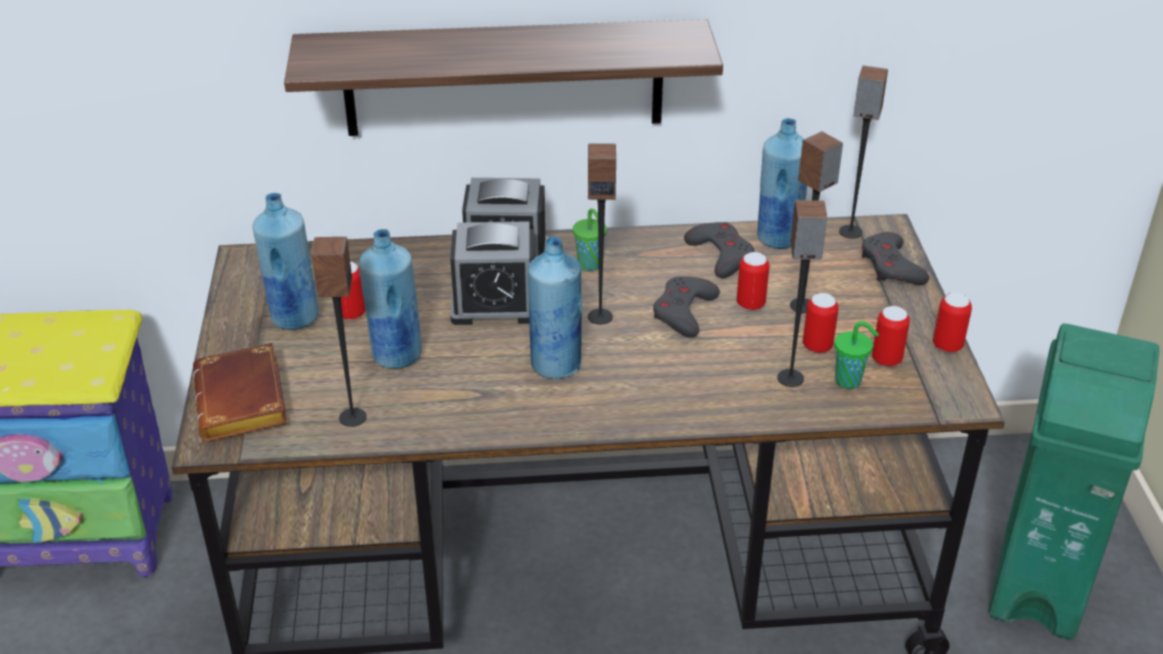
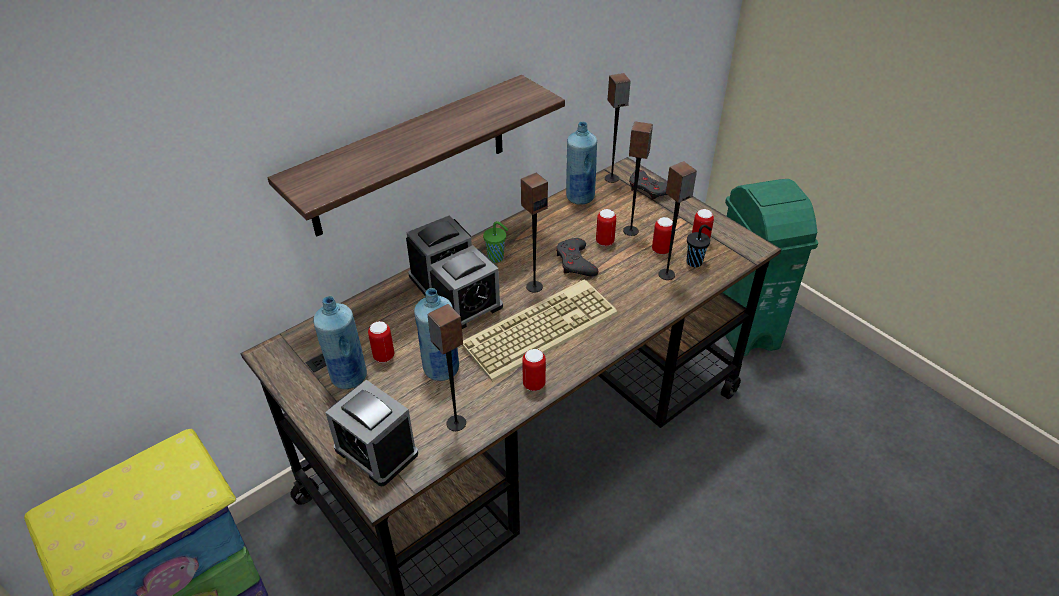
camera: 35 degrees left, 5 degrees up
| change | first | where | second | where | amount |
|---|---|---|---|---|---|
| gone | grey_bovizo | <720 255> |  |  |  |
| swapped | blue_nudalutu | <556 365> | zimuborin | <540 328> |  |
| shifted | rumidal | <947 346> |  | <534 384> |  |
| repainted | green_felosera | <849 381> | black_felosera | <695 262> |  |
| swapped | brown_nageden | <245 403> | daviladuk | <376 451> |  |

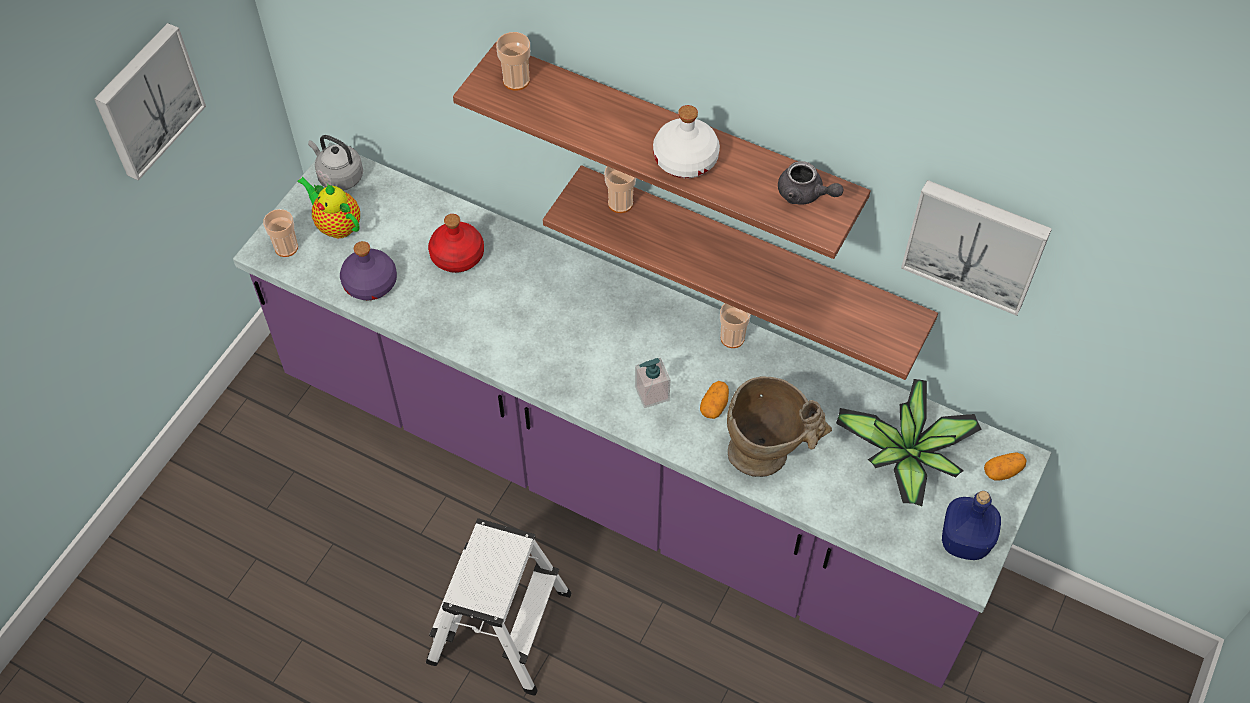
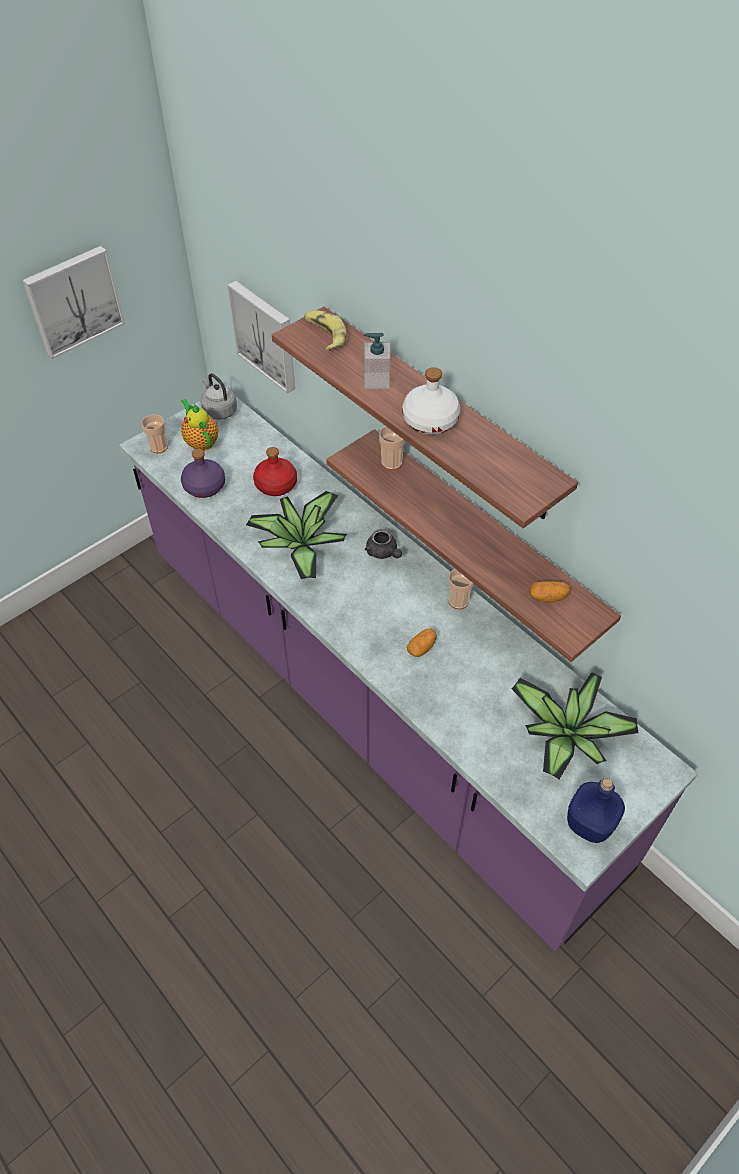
camera: 20 degrees right, 5 degrees down
| change | first | where | second | where | amount |
|---|---|---|---|---|---|
| swapped | felosera | <516 80> | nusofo | <325 335> |  |
| shifted | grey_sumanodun | <805 194> |  | <383 553> |  |
| shifted | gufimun | <976 243> |  | <266 335> |  |
| shifted | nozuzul | <652 393> |  | <376 380> |  |
| gone | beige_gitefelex | <769 452> |  |  |  |
| shifted | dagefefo | <1002 471> |  | <548 597> |  |
| gone | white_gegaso | <499 626> |  |  |  |
| new |  |  | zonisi | <300 545> |  |

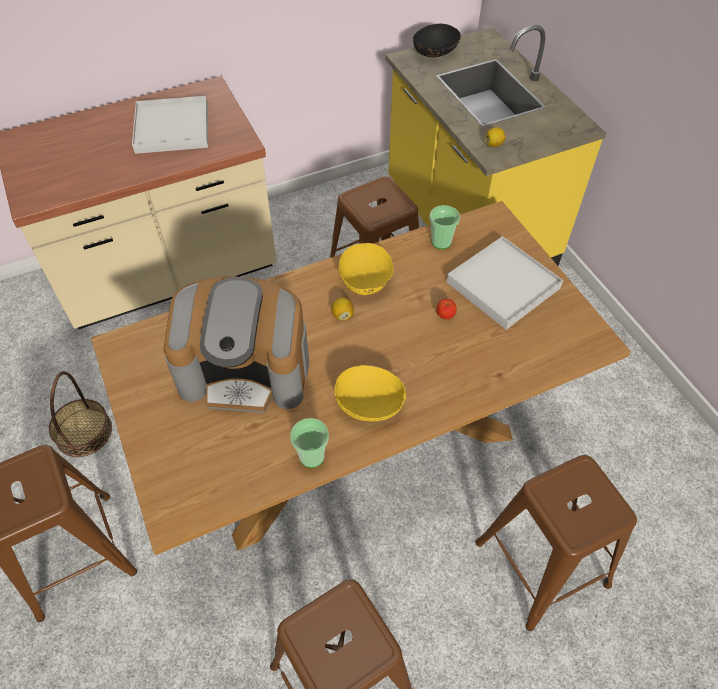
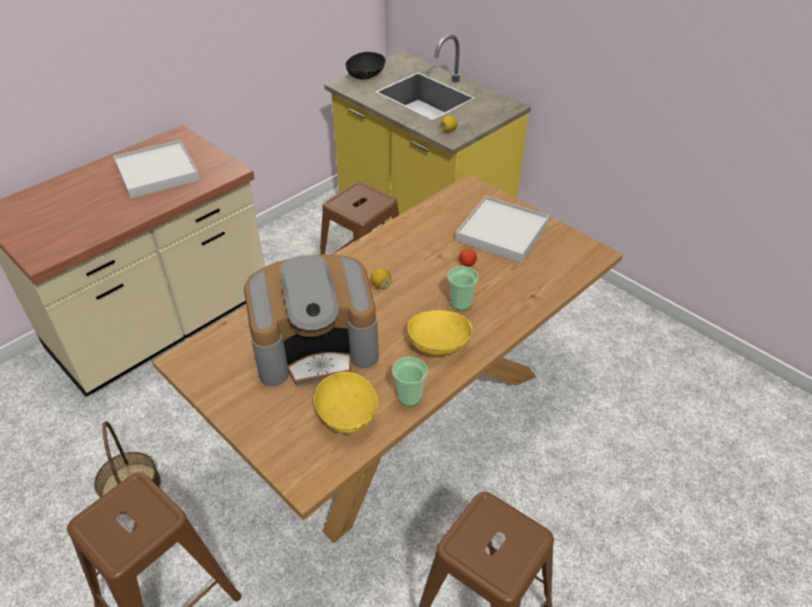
camera: 20 degrees left, 10 degrees down
| change | first | where | second | where | amount |
|---|---|---|---|---|---|
| shifted | felosera | <441 242> |  | <460 303> |  |
| shifted | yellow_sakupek | <366 282> |  | <348 416> |  |
| gone | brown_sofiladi | <542 564> |  |  |  |

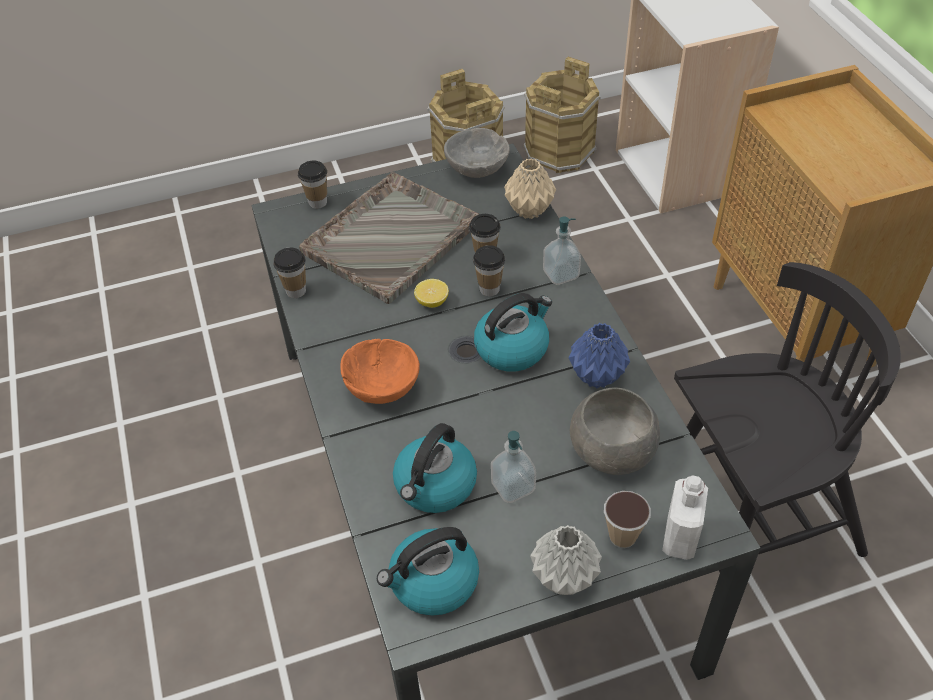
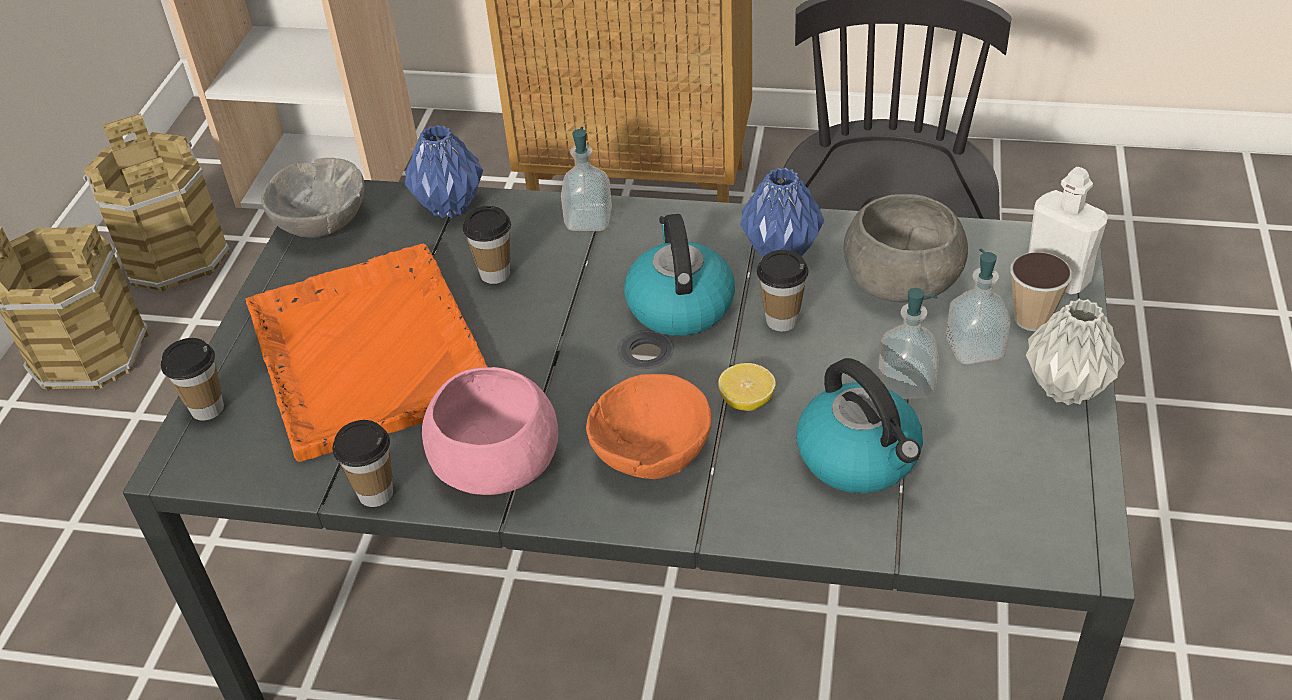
camera: 60 degrees left, 5 degrees down
| change | first | where | second | where | amount |
|---|---|---|---|---|---|
| repainted | beige_gitefelex | <528 210> | blue_gitefelex | <448 206> |  |
| repainted | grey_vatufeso | <392 237> | orange_vatufeso | <368 350> |  |
| shifted | felosera | <489 289> |  | <781 320> |  |
| shifted | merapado | <432 302> |  | <746 401> |  |
| gone | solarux | <433 582> |  |  |  |
| new |  |  | nozuzul | <974 349> |  |
| new |  |  | pink_sakupek | <495 464> |  |

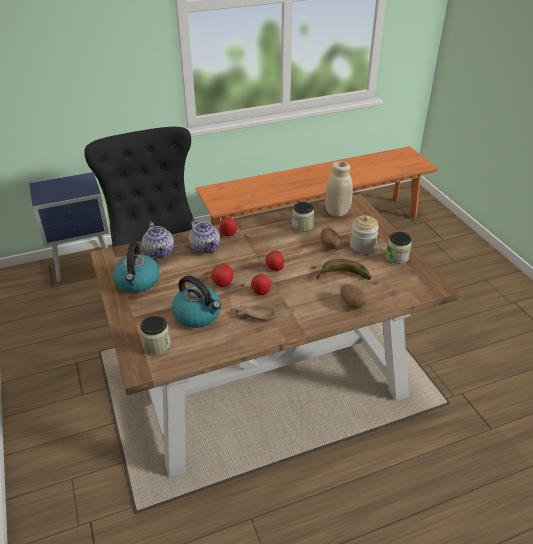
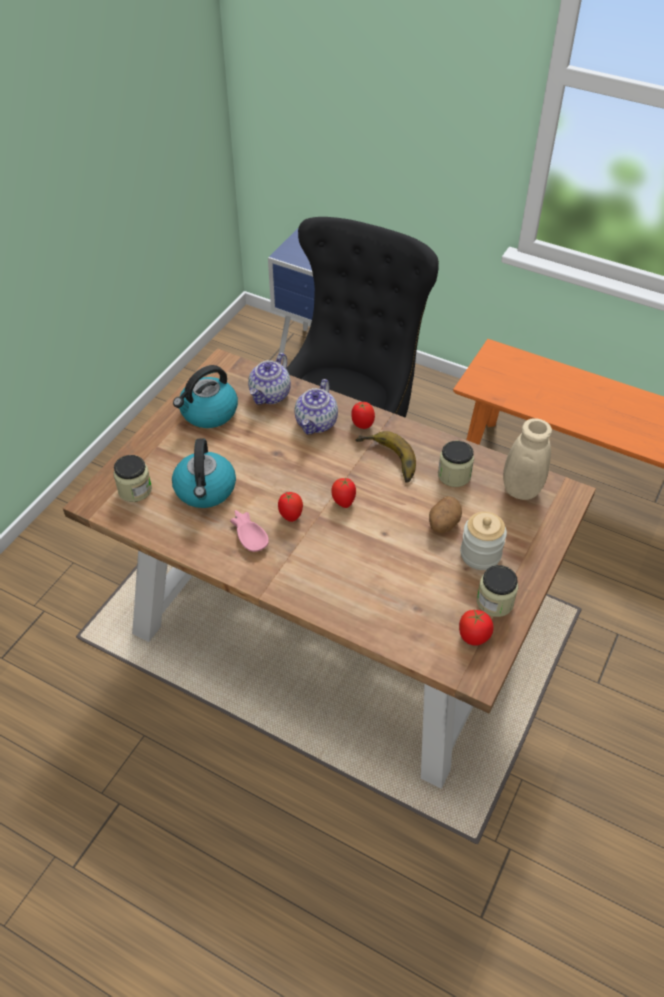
camera: 50 degrees right, 10 degrees up
| change | first | where | second | where | amount |
|---|---|---|---|---|---|
| shifted | nusofo | <343 278> |  | <386 461> |  |
| shifted | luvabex | <223 283> |  | <474 636> |  |
| gone | dagefefo | <352 303> |  |  |  |
| repainted | brown_sakupek | <254 314> | pink_sakupek | <249 534> |  |

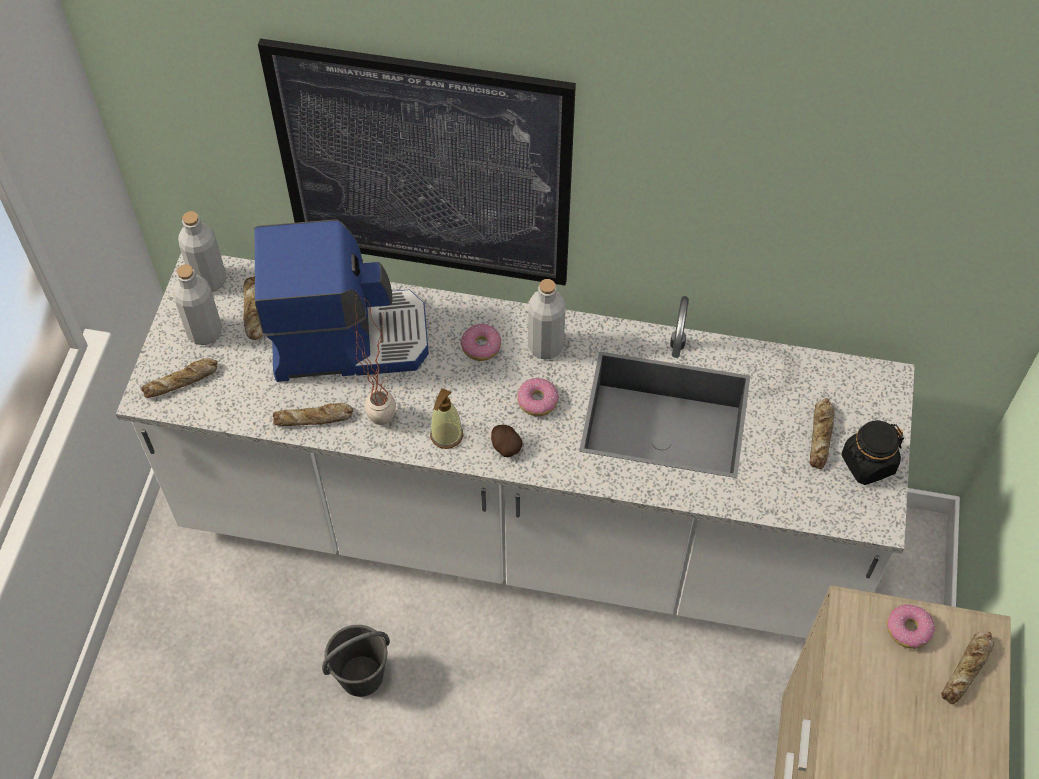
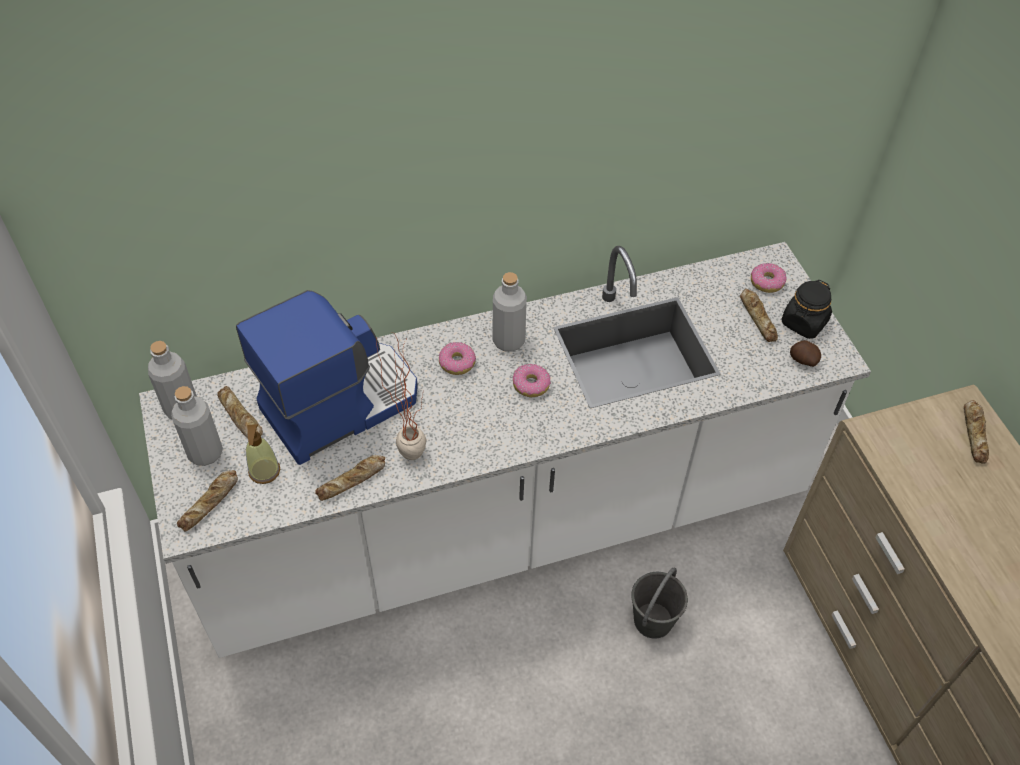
camera: 30 degrees left, 5 degrees down
| change | first | where | second | where | amount |
|---|---|---|---|---|---|
| gone | gufimun | <425 168> |  |  |  |
| shifted | nozuzul | <446 435> |  | <264 471> |  |
| shifted | dagefefo | <505 446> |  | <803 360> |  |
| shifted | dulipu | <908 629> |  | <767 282> |  |
| shifted | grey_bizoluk | <362 675> |  | <653 620> |  |

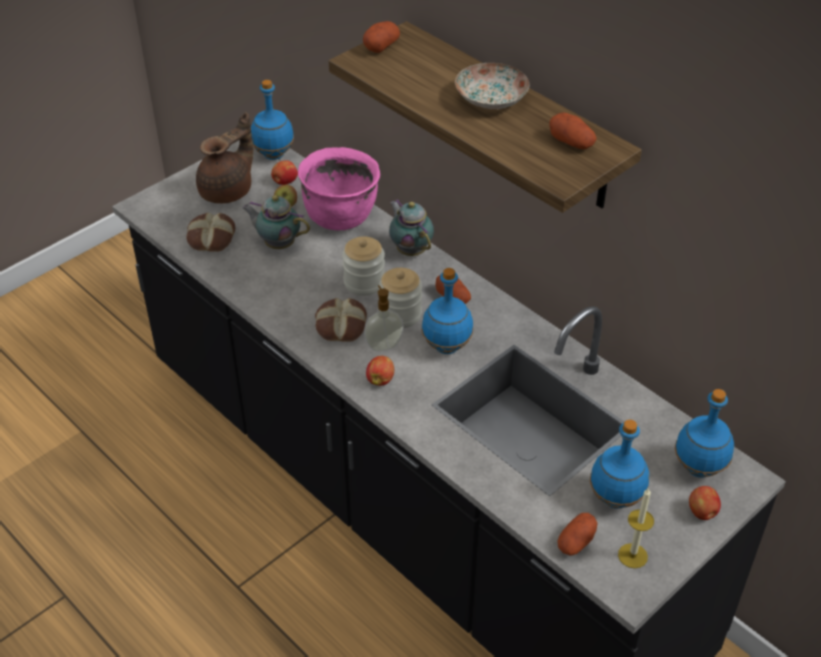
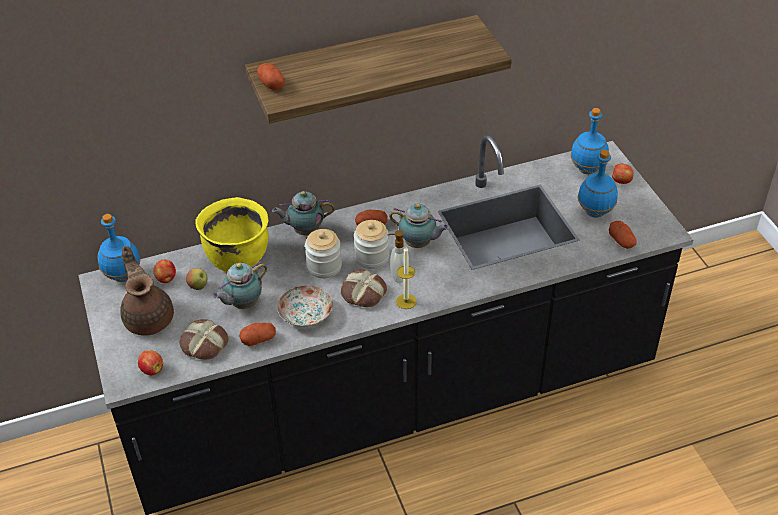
camera: 65 degrees left, 0 degrees up
| change | first | where | second | where | amount |
|---|---|---|---|---|---|
| shifted | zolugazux | <492 98> |  | <306 314> |  |
| shifted | dagefefo | <571 142> |  | <258 339> |  |
| repainted | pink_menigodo | <341 217> | yellow_menigodo | <237 257> |  |
| swapped | blue_nudalutu | <446 346> | sumanodun | <419 244> |  |
| shifted | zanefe | <380 379> |  | <151 369> |  |
| shifted | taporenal | <632 555> |  | <406 301> |  |

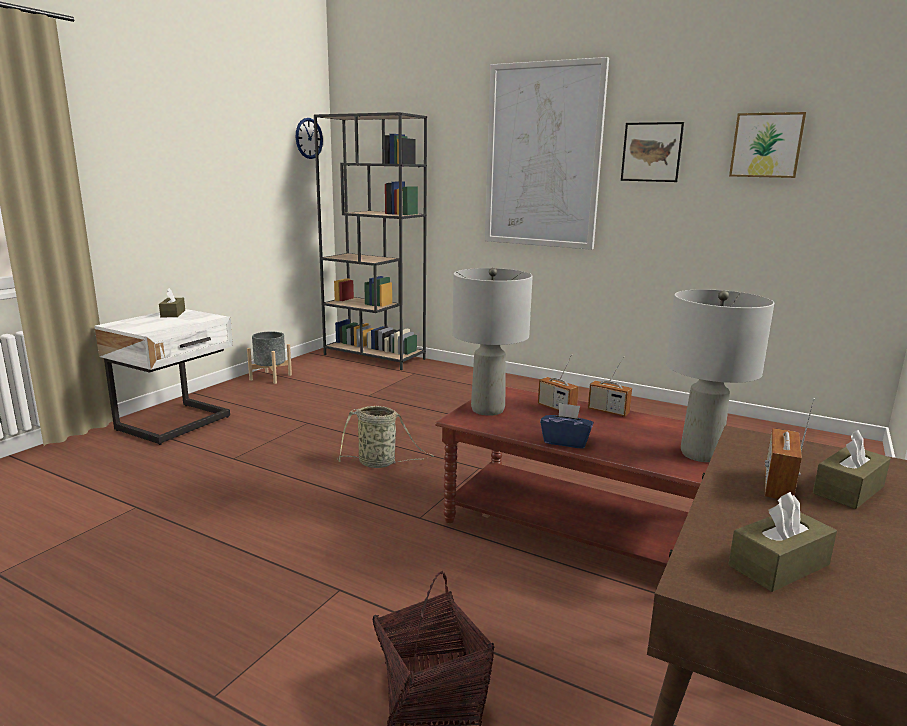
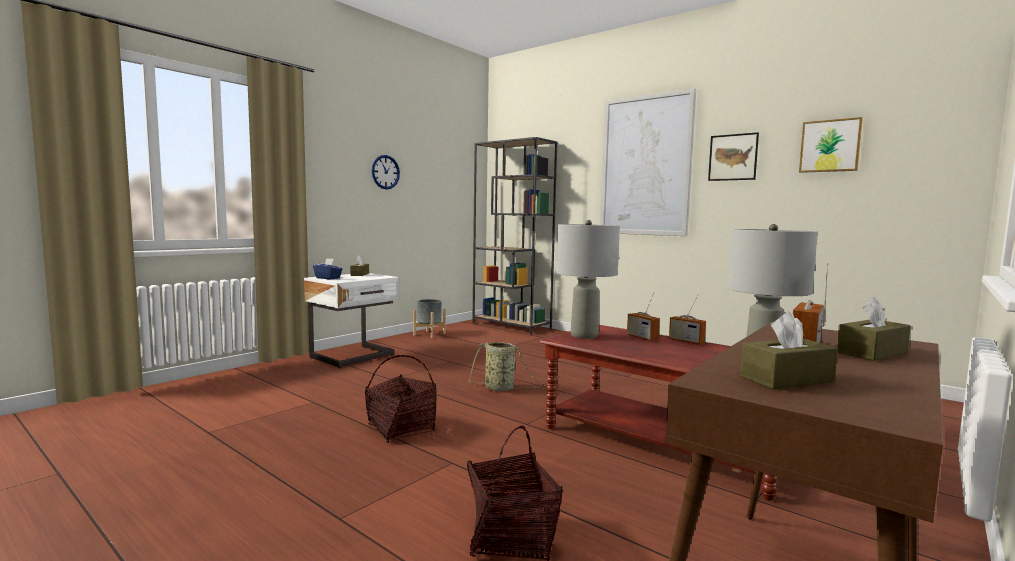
camera: 10 degrees right, 10 degrees down
| change | first | where | second | where | amount |
|---|---|---|---|---|---|
| shifted | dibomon | <308 138> |  | <385 172> |  |
| shifted | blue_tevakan | <565 441> |  | <328 278> |  |
| new |  |  | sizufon | <400 428> |  |

